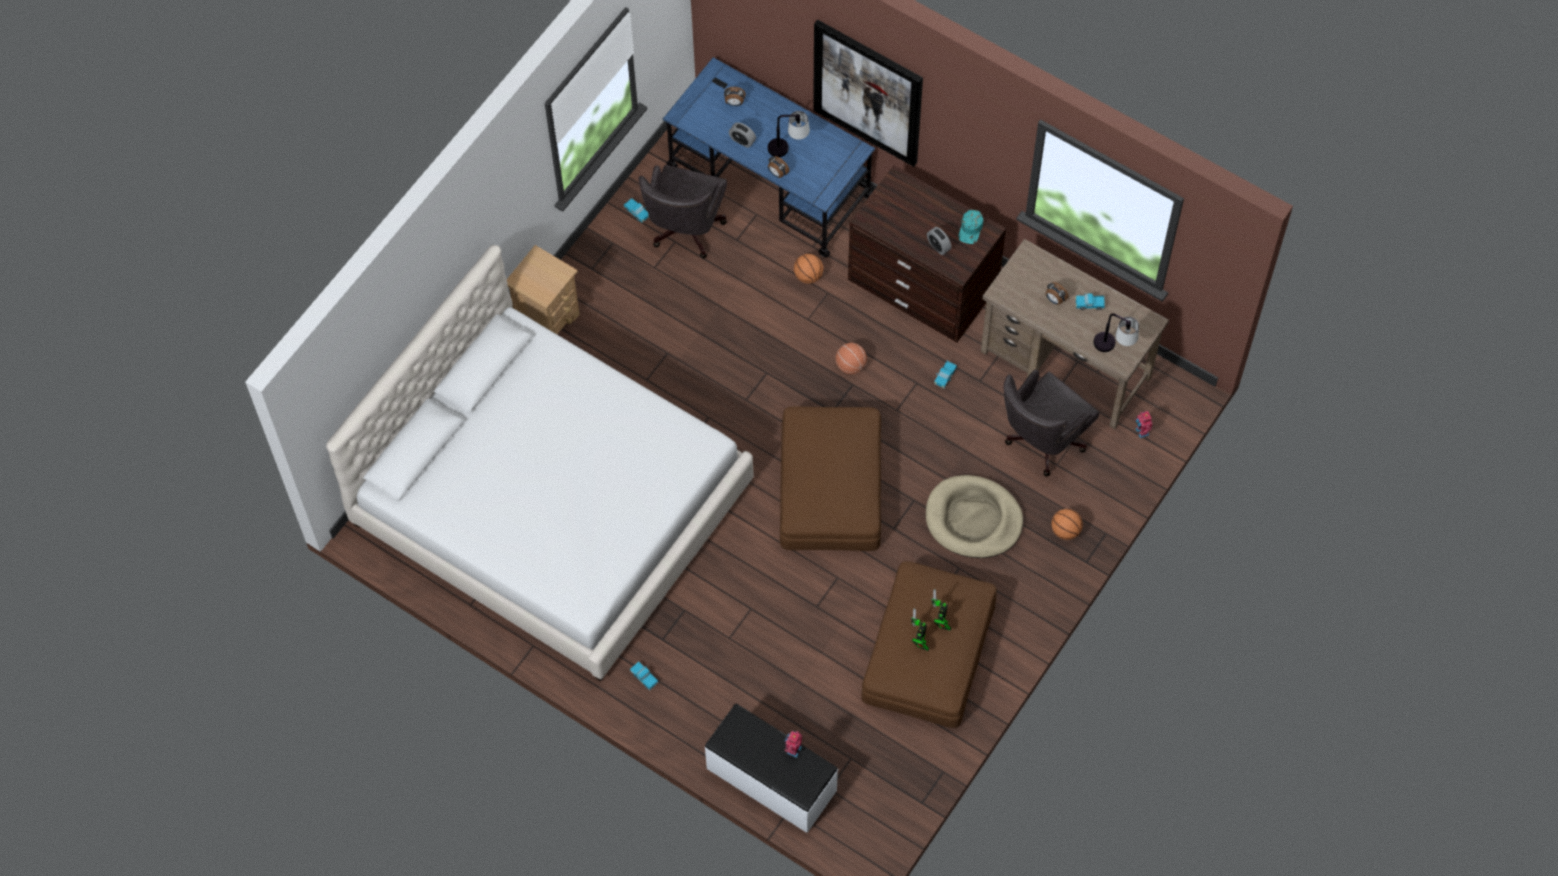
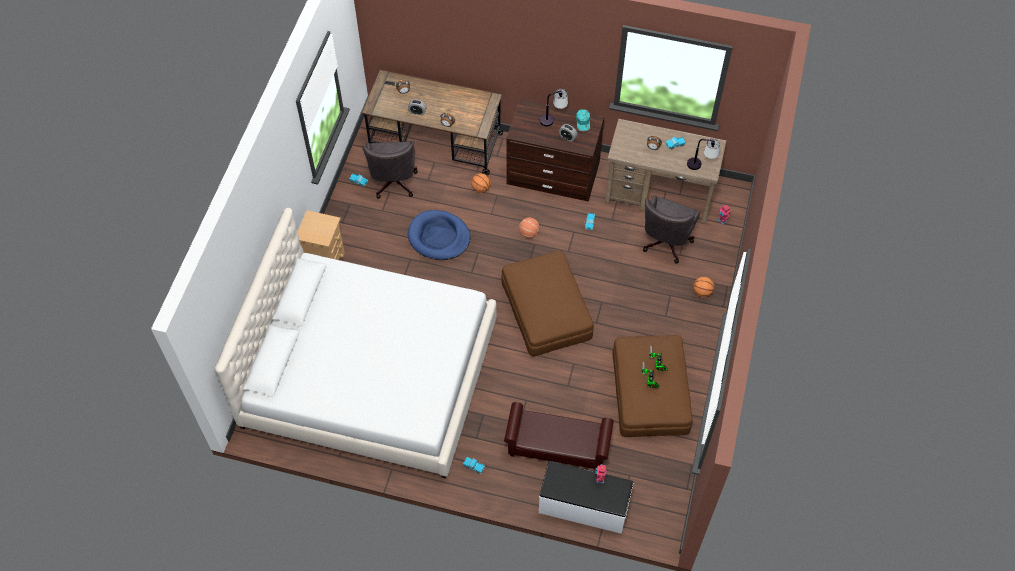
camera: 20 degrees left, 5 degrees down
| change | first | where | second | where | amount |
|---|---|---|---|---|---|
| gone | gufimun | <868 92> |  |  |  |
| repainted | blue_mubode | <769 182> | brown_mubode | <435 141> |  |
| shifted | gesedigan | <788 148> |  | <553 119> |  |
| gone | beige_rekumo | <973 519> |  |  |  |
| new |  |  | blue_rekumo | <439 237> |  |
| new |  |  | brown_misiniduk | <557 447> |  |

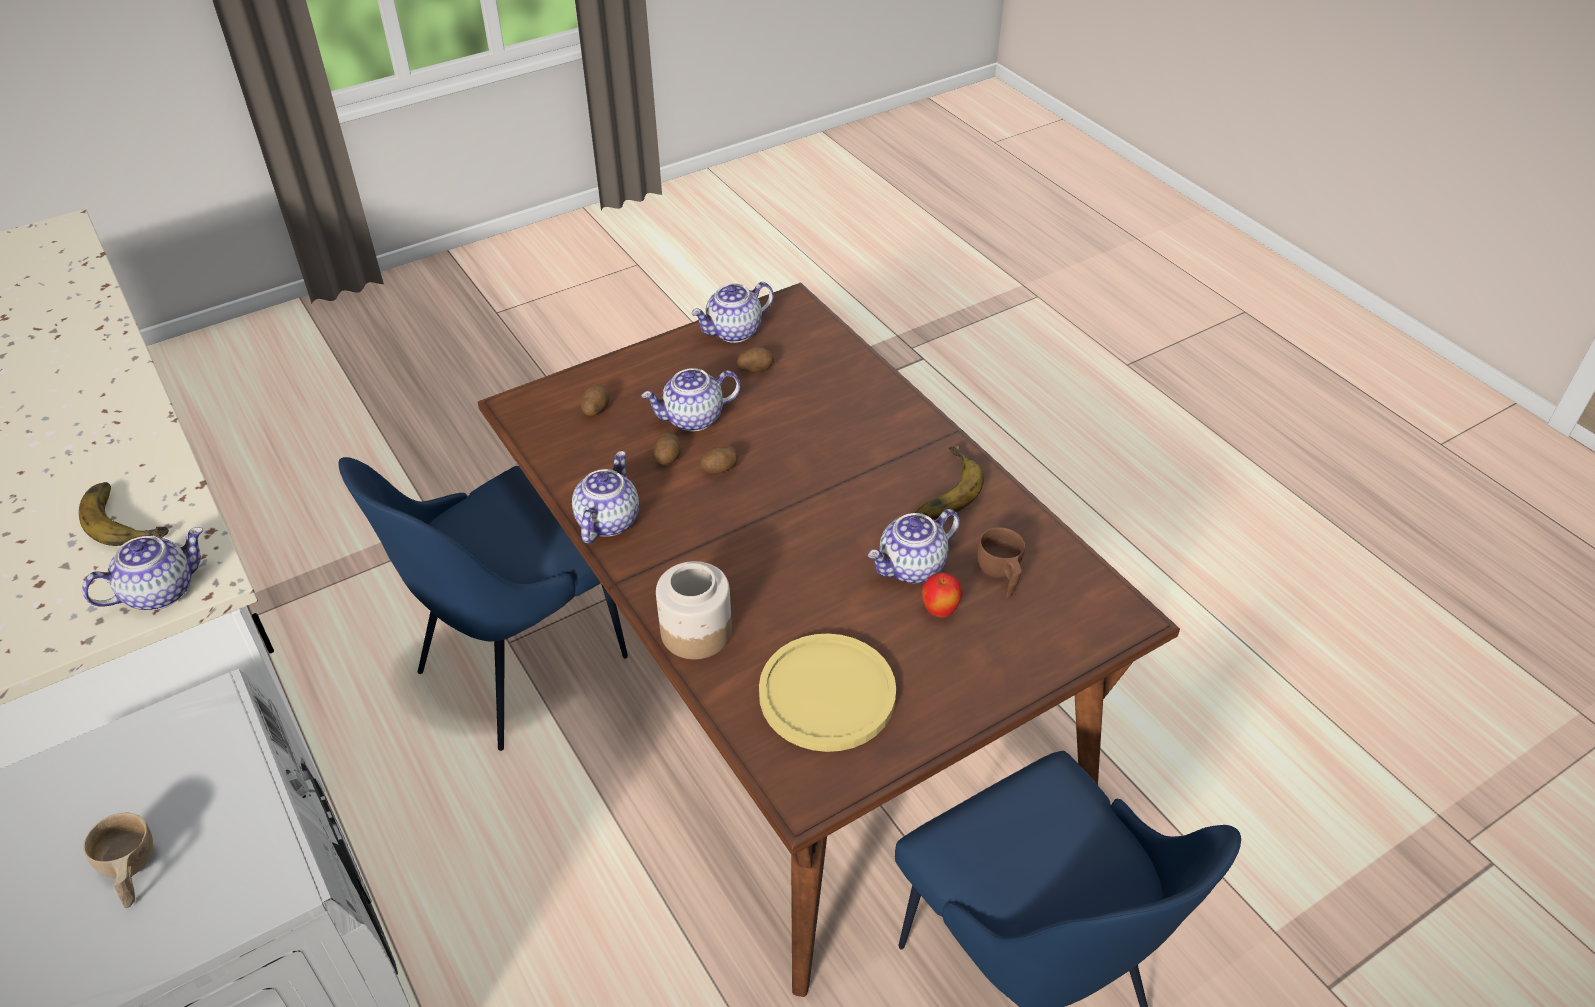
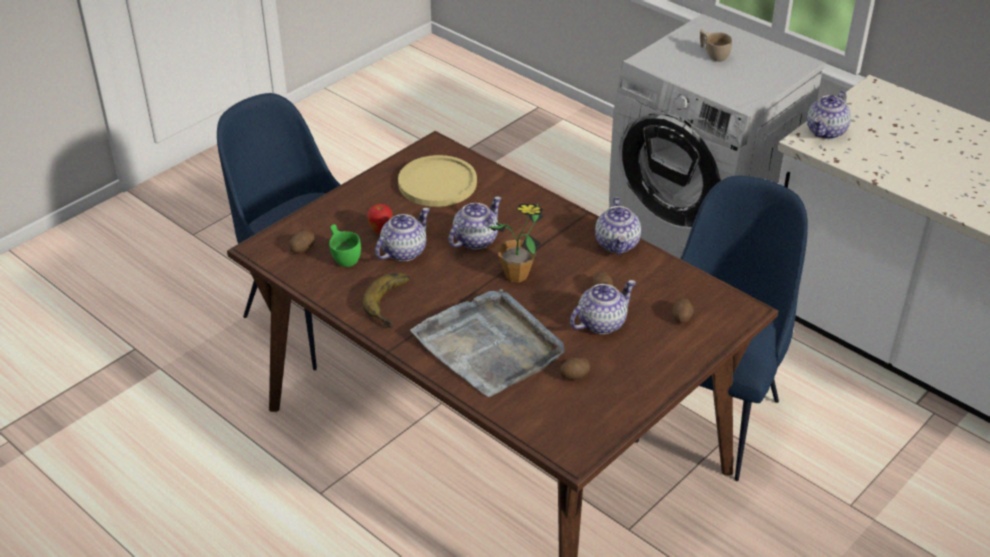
camera: 165 degrees right, 5 degrees down
| change | first | where | second | where | amount |
|---|---|---|---|---|---|
| shifted | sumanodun | <734 332> |  | <475 239> |  |
| shifted | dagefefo | <720 468> |  | <302 248> |  |
| gone | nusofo | <129 516> |  |  |  |
| repainted | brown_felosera | <999 576> | green_felosera | <344 256> |  |
| gone | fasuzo | <695 632> |  |  |  |
| new |  |  | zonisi | <516 275> |  |
| new |  |  | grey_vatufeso | <490 346> |  |

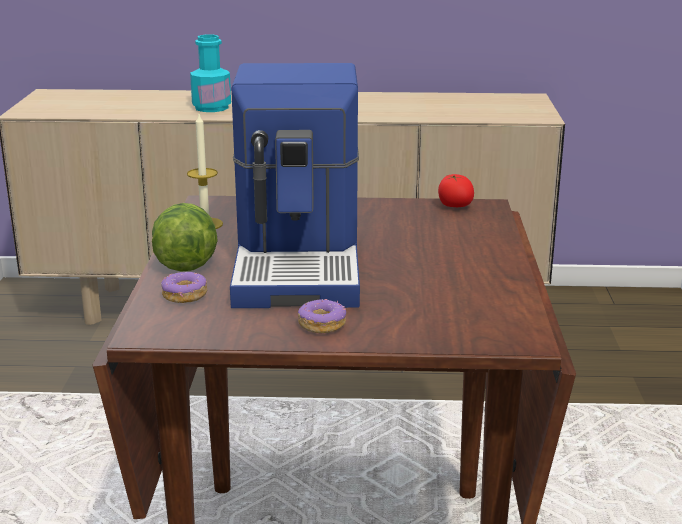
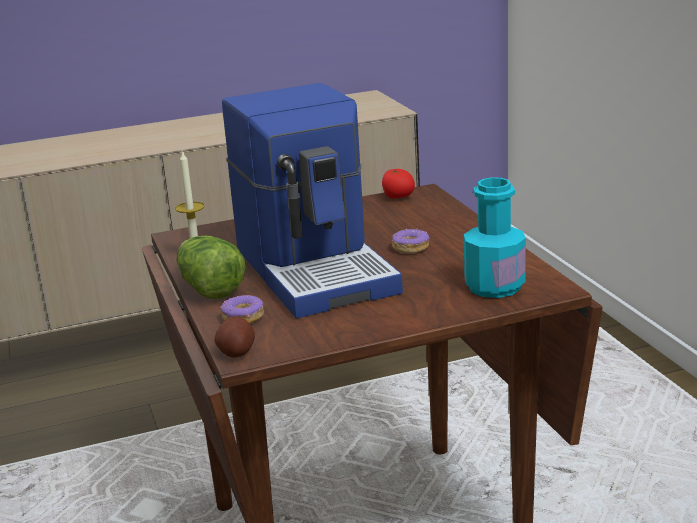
camera: 20 degrees left, 0 degrees up
| change | first | where | second | where | amount |
|---|---|---|---|---|---|
| shifted | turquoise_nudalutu | <211 108> |  | <494 286> |  |
| shifted | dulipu | <321 324> |  | <410 248> |  |
| new |  |  | dagefefo | <236 351> |  |

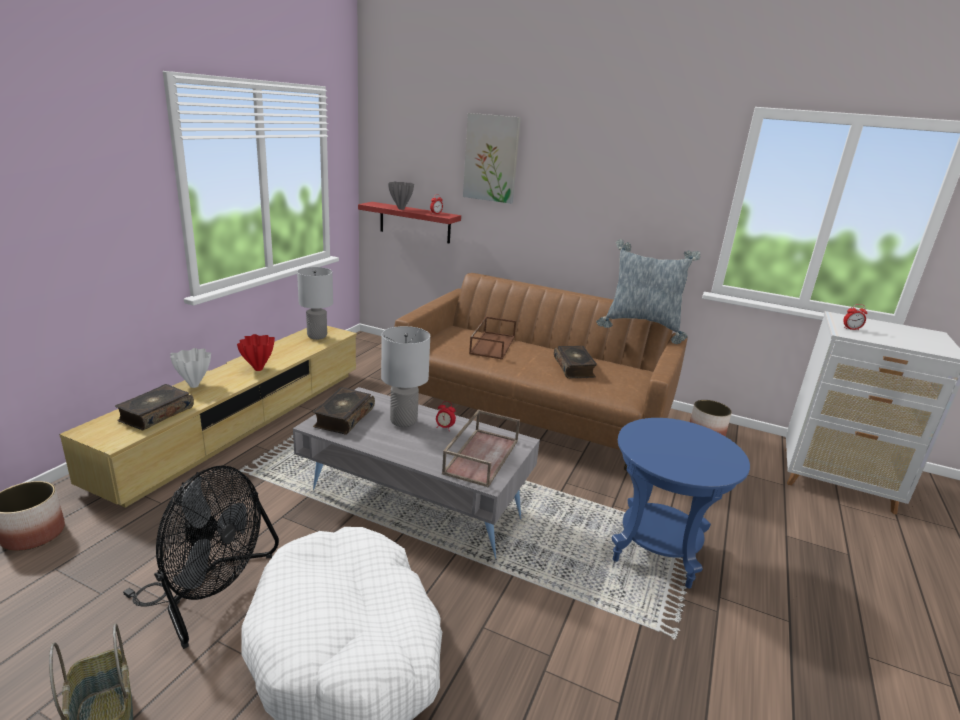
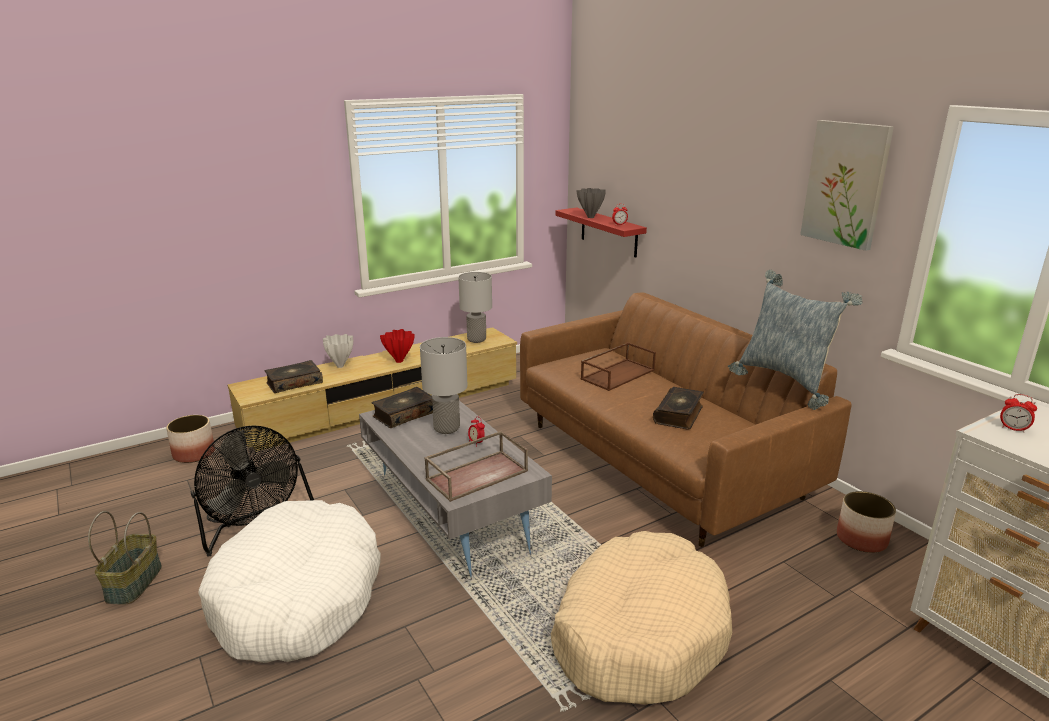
camera: 35 degrees right, 0 degrees up
| change | first | where | second | where | amount |
|---|---|---|---|---|---|
| shifted | gufimun | <491 158> |  | <846 184> |  |
| swapped | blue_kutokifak | <657 552> | beige_rekumo | <639 633> |  |

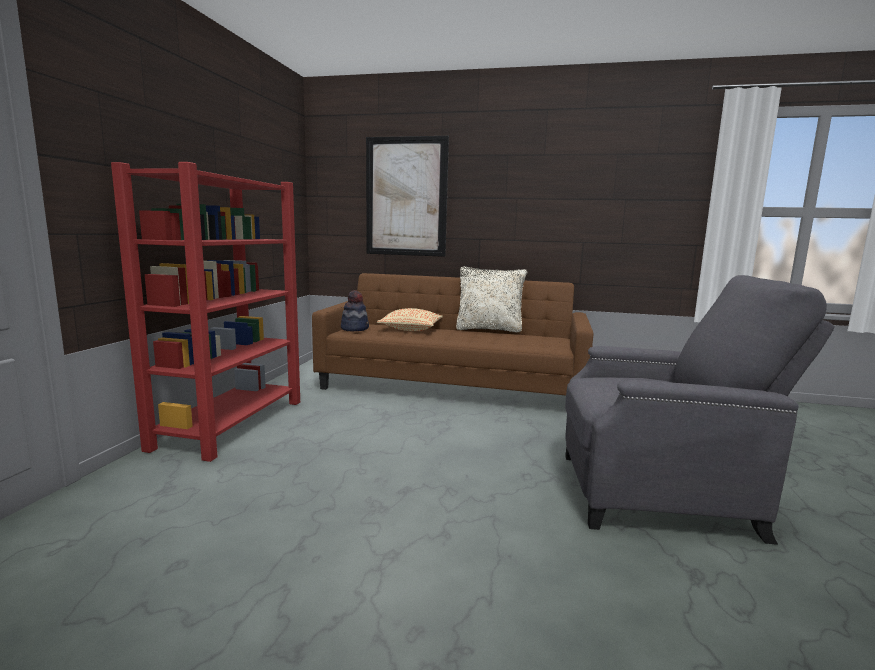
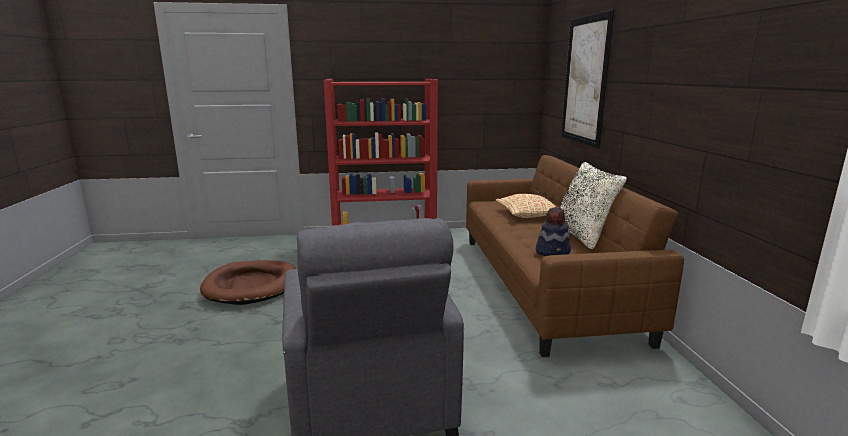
camera: 70 degrees right, 5 degrees up
| change | first | where | second | where | amount |
|---|---|---|---|---|---|
| shifted | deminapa | <355 328> |  | <553 252> |  |
| new |  |  | brown_rekumo | <252 285> |  |

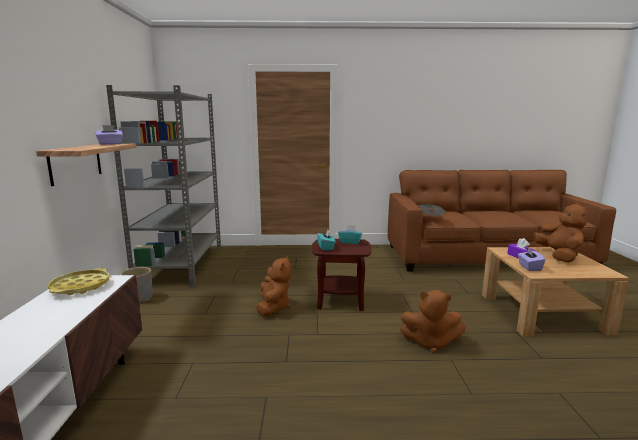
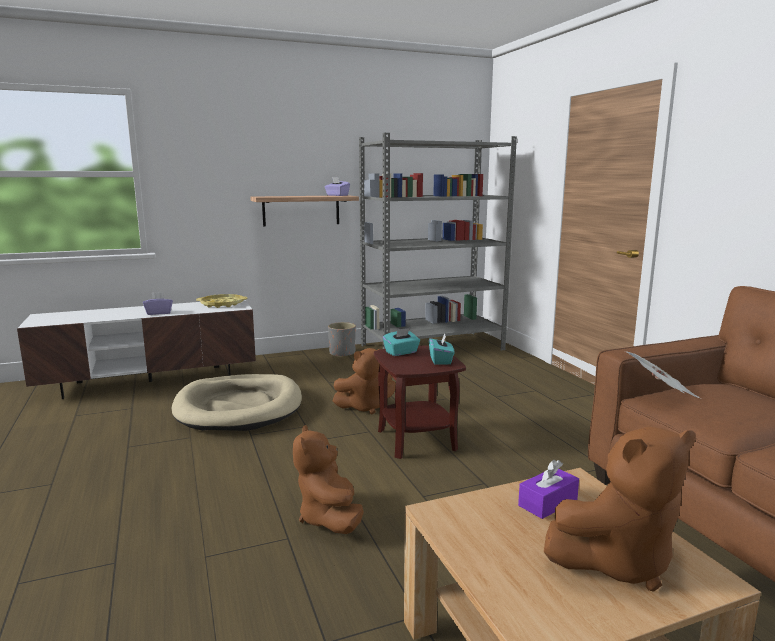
camera: 70 degrees right, 0 degrees up
| change | first | where | second | where | amount |
|---|---|---|---|---|---|
| shifted | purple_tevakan | <529 267> |  | <159 313> |  |
| new |  |  | beige_rekumo | <239 407> |  |

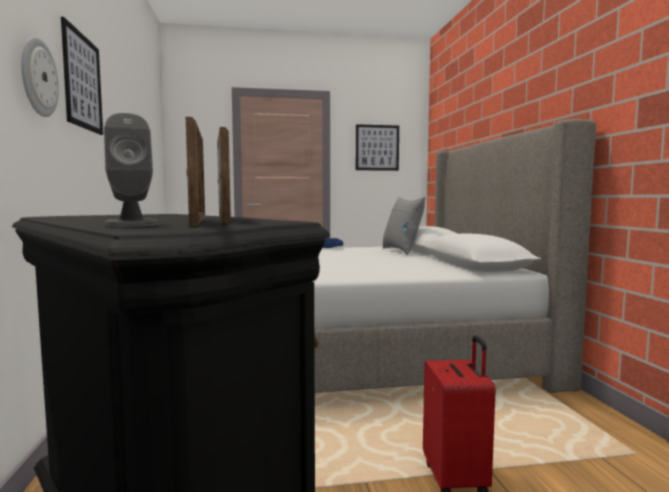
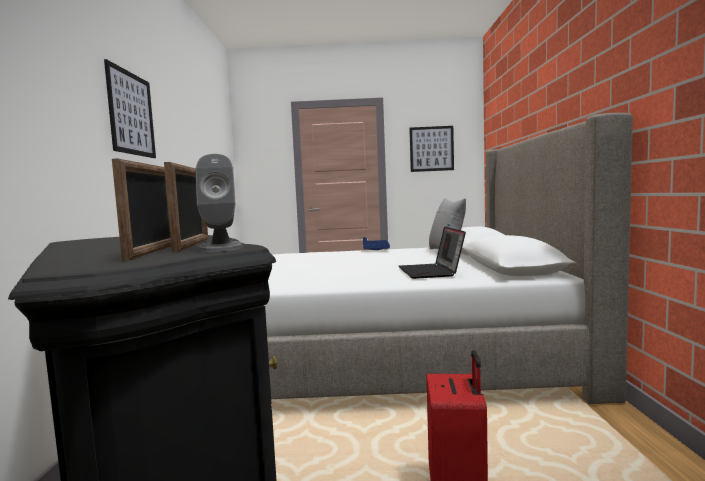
camera: 10 degrees right, 0 degrees up
| change | first | where | second | where | amount |
|---|---|---|---|---|---|
| gone | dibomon | <38 78> |  |  |  |
| shifted | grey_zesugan | <131 224> |  | <221 247> |  |
| new |  |  | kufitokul | <431 272> |  |

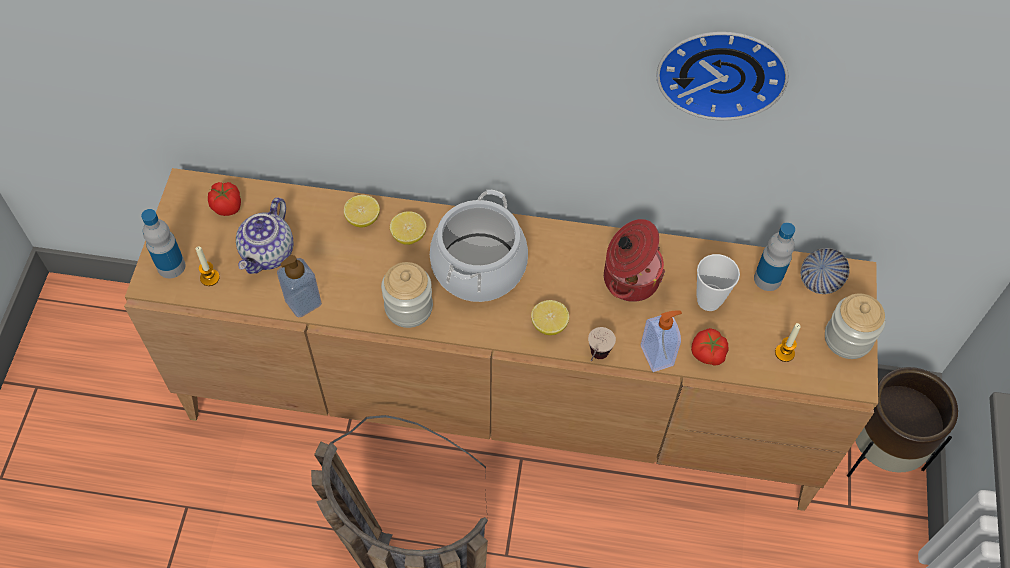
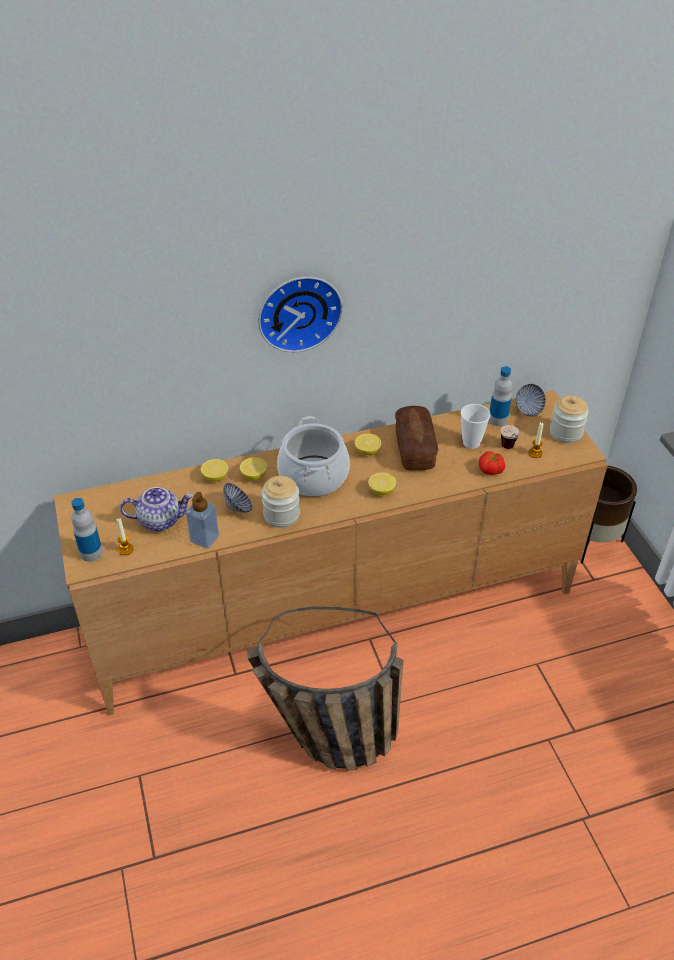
camera: 25 degrees left, 15 degrees down
| change | first | where | second | where | amount |
|---|---|---|---|---|---|
| shifted | dibomon | <722 69> |  | <298 311> |  |
| gone | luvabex | <227 206> |  |  |  |
| rotated | sumanodun | <268 253> |  | <160 520> | 90 degrees counterclockwise |
| swapped | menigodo | <629 278> | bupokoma | <414 448> |  |
| gone | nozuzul | <658 355> |  |  |  |
| shifted | felosera | <596 361> |  | <509 450> |  |
| new |  |  | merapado | <367 451> |  |
| new |  |  | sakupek | <238 507> |  |

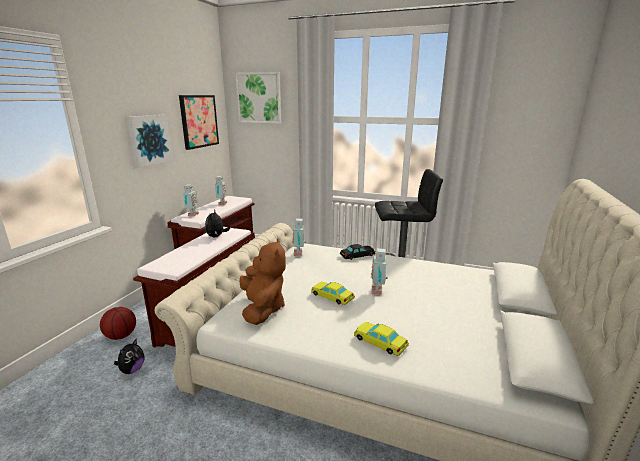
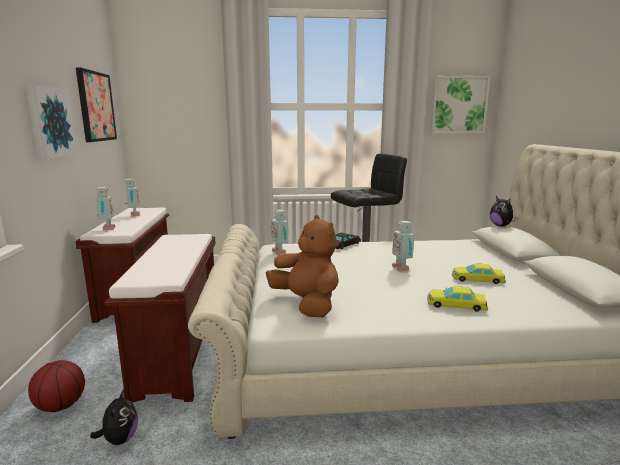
camera: 25 degrees left, 5 degrees down
| change | first | where | second | where | amount |
|---|---|---|---|---|---|
| shifted | gufimun | <259 98> |  | <459 105> |  |
| shifted | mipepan | <216 236> |  | <501 226> |  |
| shifted | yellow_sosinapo | <332 296> |  | <477 279> |  |

